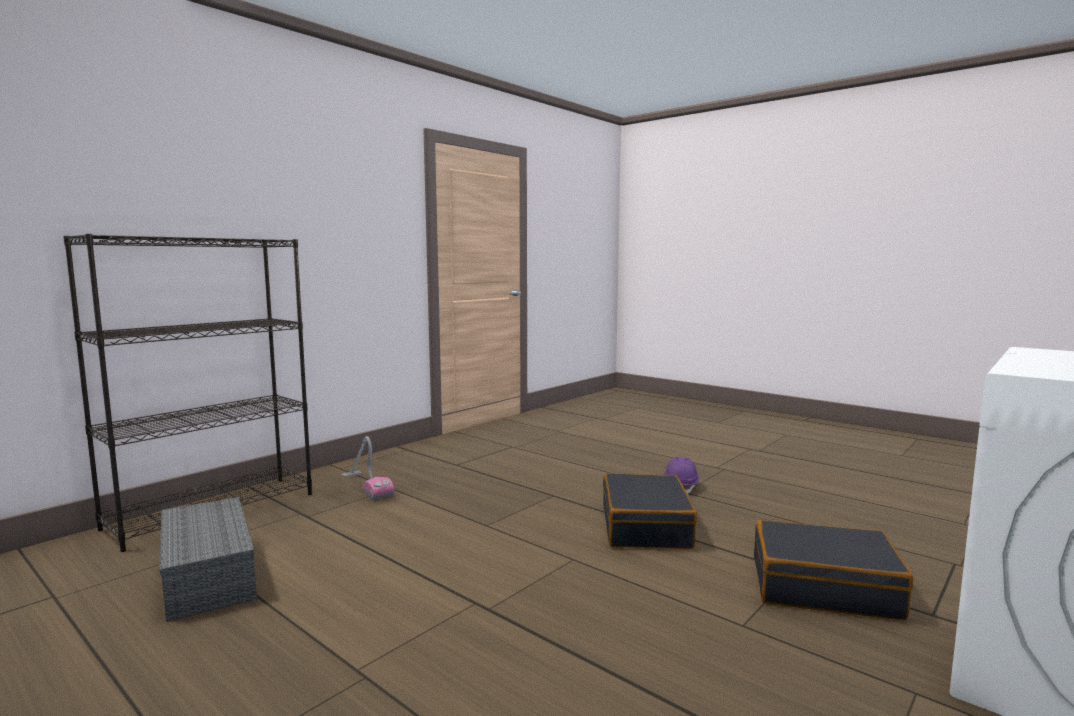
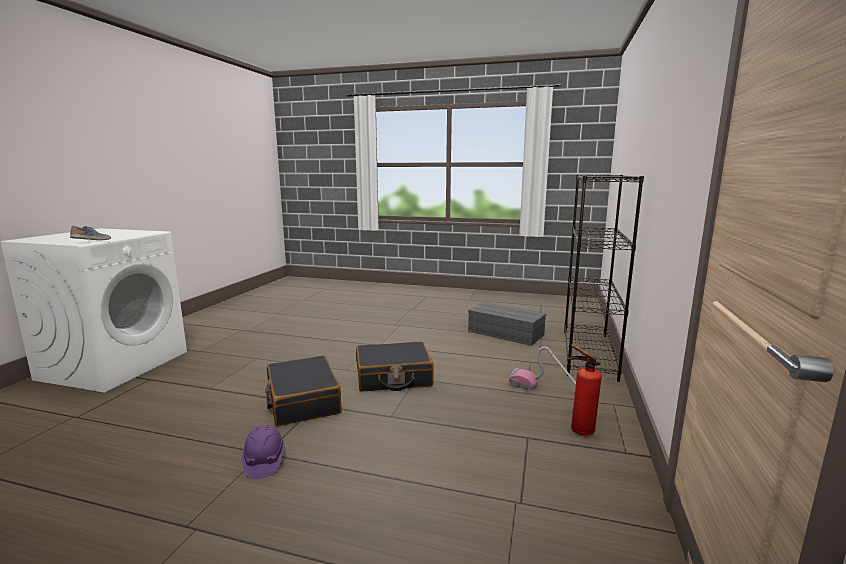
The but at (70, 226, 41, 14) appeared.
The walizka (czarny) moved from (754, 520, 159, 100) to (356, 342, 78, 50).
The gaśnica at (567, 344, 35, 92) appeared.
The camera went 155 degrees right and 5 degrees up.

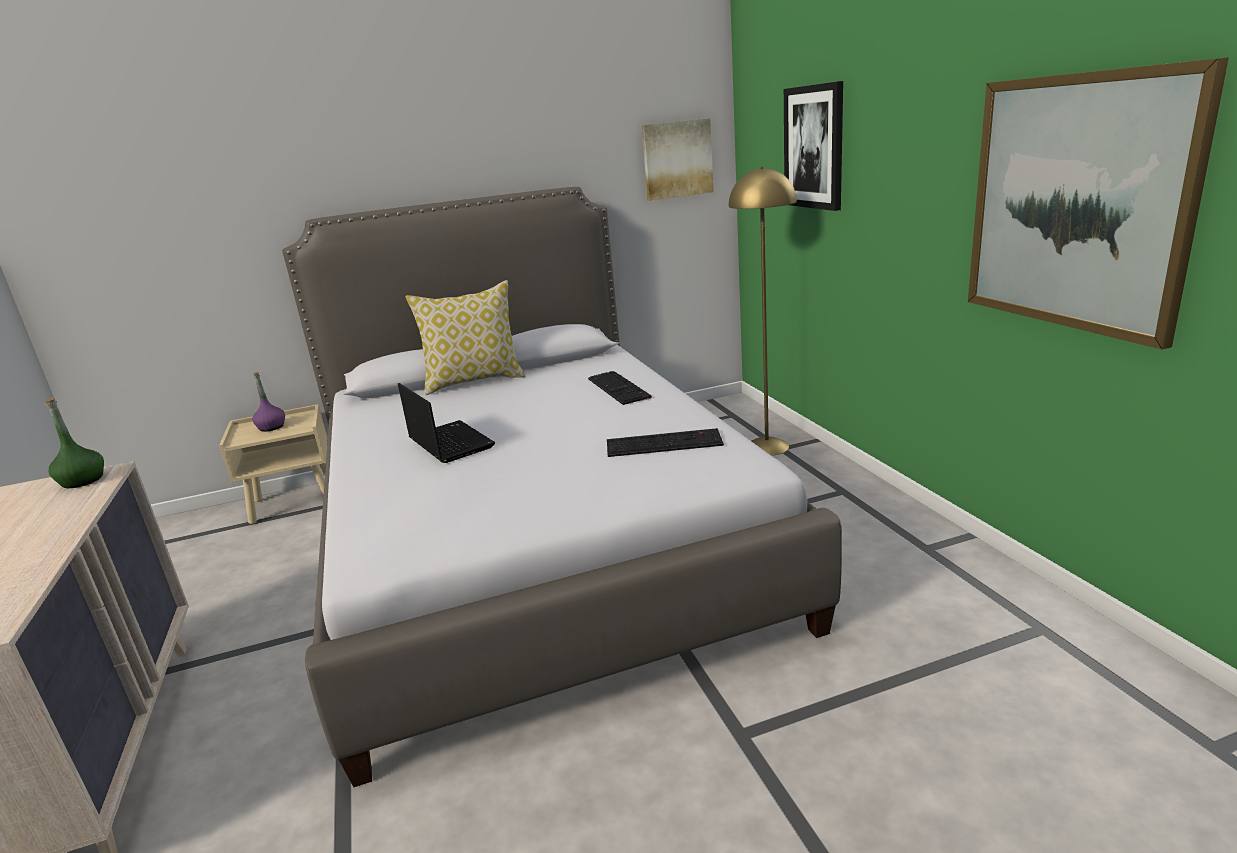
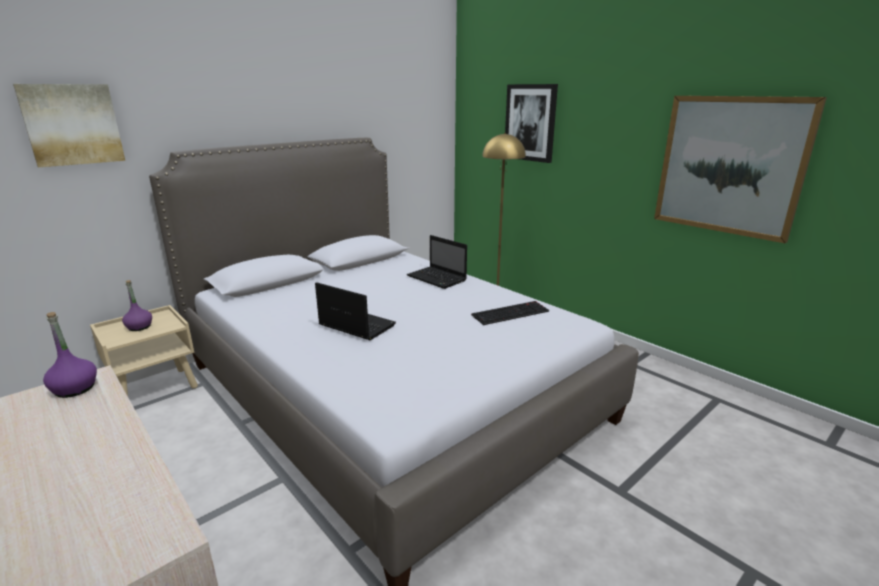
The obraz moved from (642, 118, 71, 83) to (13, 84, 112, 83).
The butelka (zielony) at (45, 398, 59, 90) became the butelka (fioletowy) at (43, 312, 54, 86).
The klawiatura at (588, 371, 64, 34) was replaced by the laptop at (407, 235, 60, 54).
The poduszka at (405, 280, 121, 115) disappeared.
The camera went 25 degrees left and 0 degrees up.

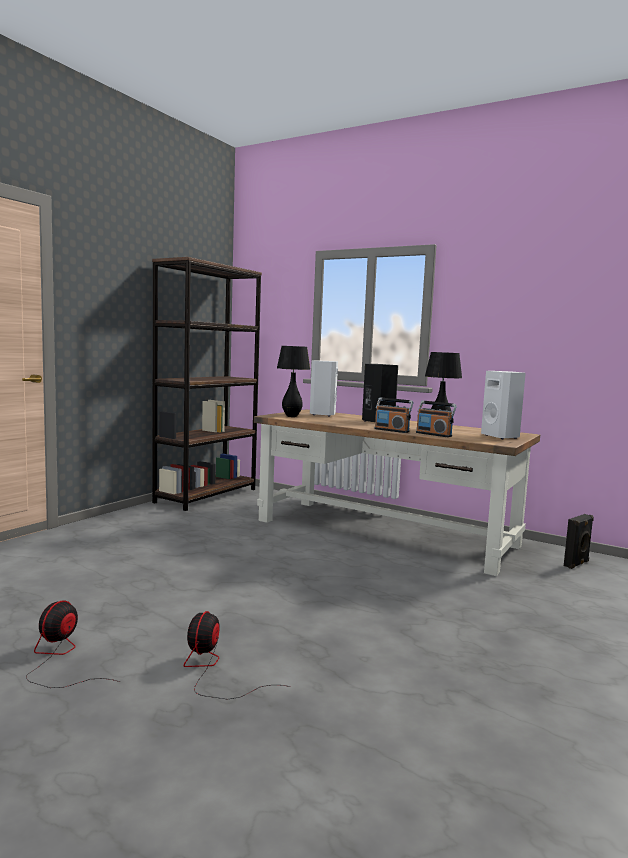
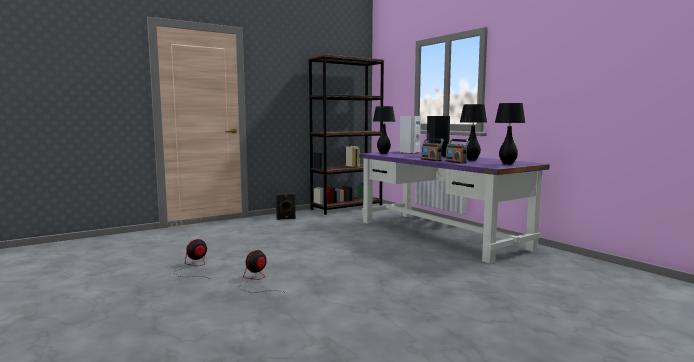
The głośnik (czarny) moved from (564, 514, 30, 55) to (276, 192, 20, 28).
The biurko (brązowy) at (254, 409, 286, 167) became the biurko (fioletowy) at (359, 151, 191, 113).
The głośnik (biały) at (481, 371, 45, 68) was replaced by the lampa stołowa (czarny) at (495, 103, 30, 62).
The camera went 25 degrees right and 0 degrees up.

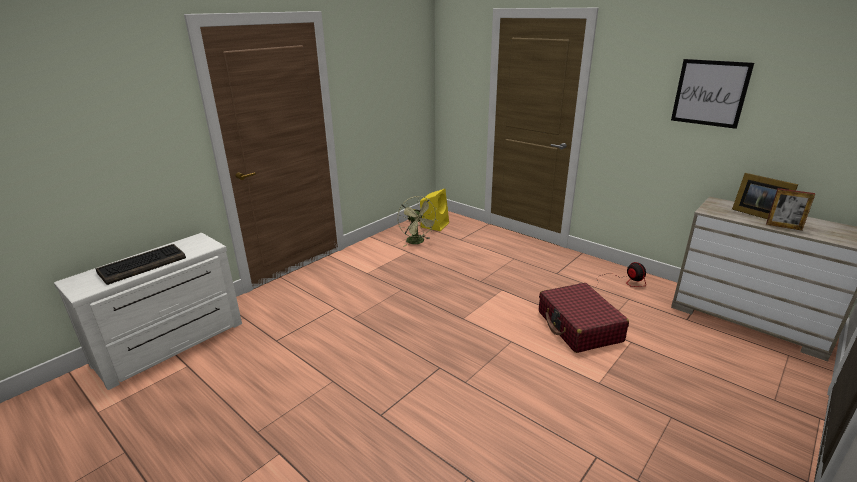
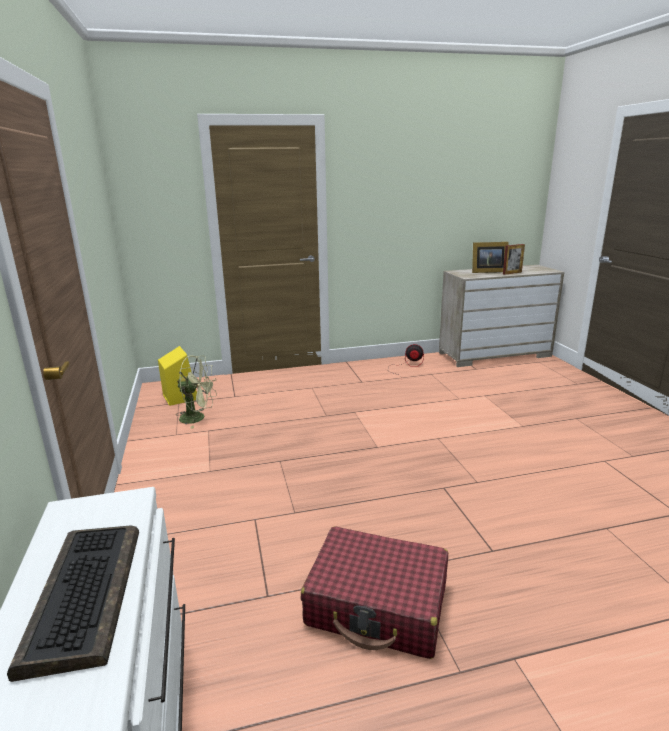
The walizka (czerwony) moved from (539, 283, 90, 70) to (301, 526, 147, 133).
The obraz at (671, 59, 83, 70) disappeared.
The camera went 55 degrees left and 5 degrees down.

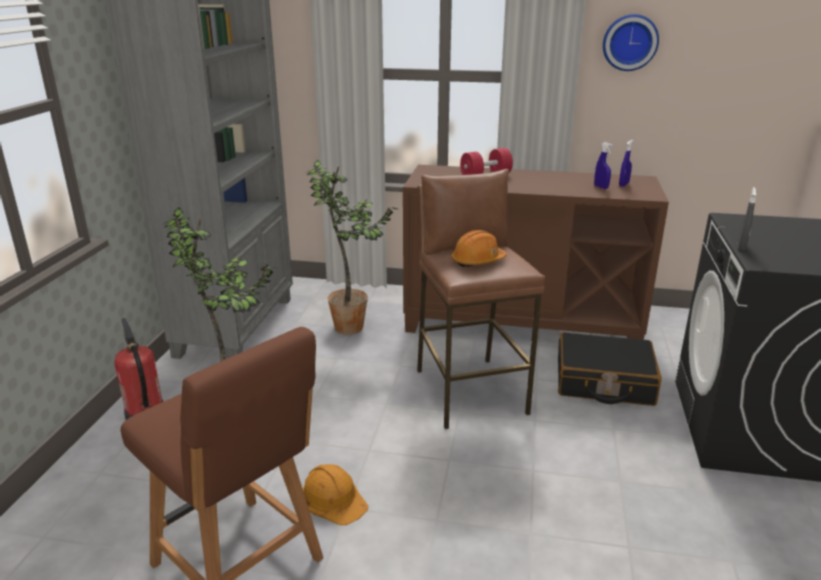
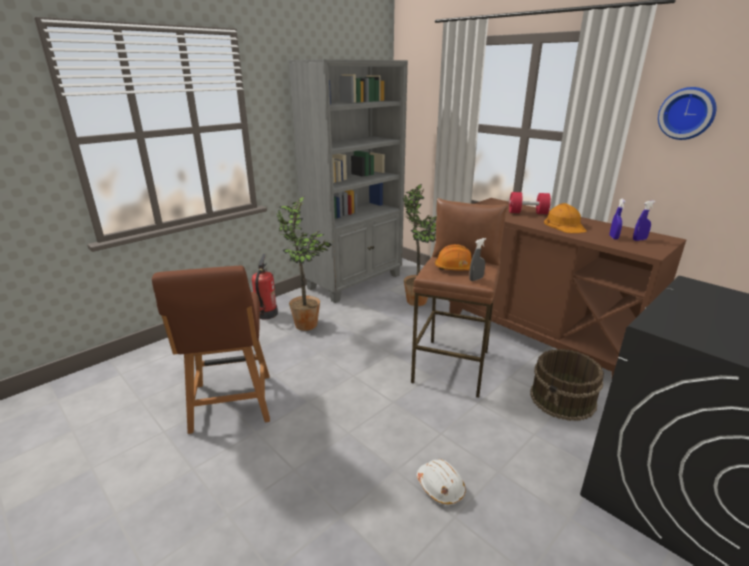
The kask (biały) at (417, 459, 49, 46) appeared.
The spryskiwacz (szary) moved from (738, 187, 18, 63) to (469, 238, 17, 43).
The walizka (czarny) at (558, 332, 104, 74) was replaced by the wiadro (brązowy) at (530, 349, 74, 72).
The kask (pomarańczowy) moved from (303, 464, 65, 61) to (544, 203, 43, 30).
The camera went 35 degrees right and 0 degrees up.

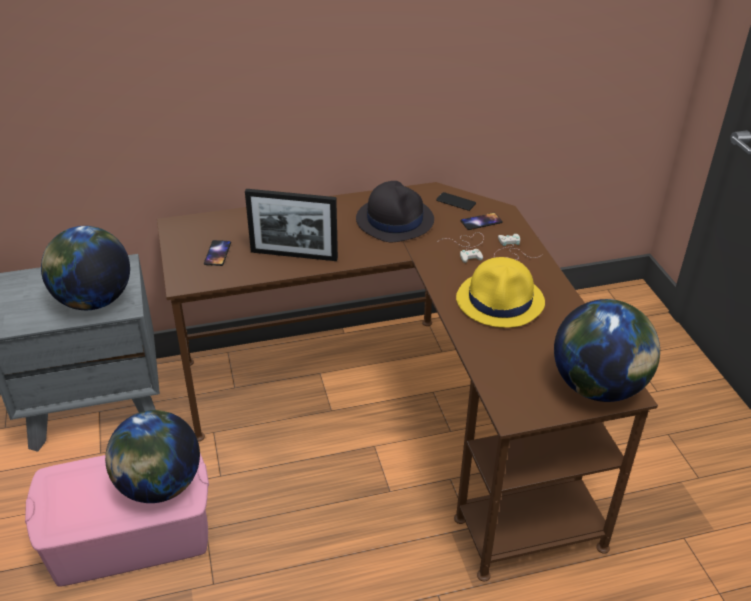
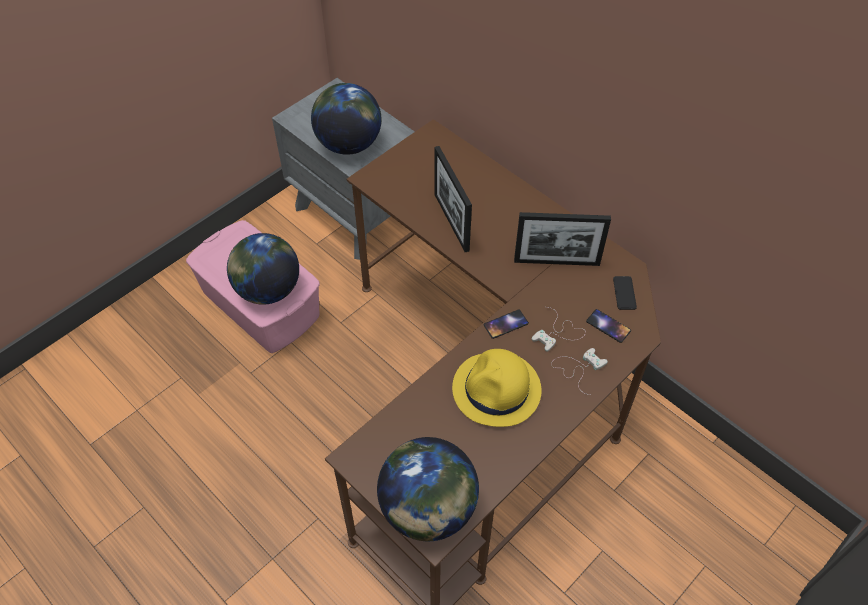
The telefon moved from (204, 240, 27, 26) to (484, 309, 45, 30).
The kapelusz (czarny) at (356, 181, 78, 61) was replaced by the ramka na zdjęcie at (514, 212, 97, 54).
The camera went 60 degrees right and 15 degrees up.

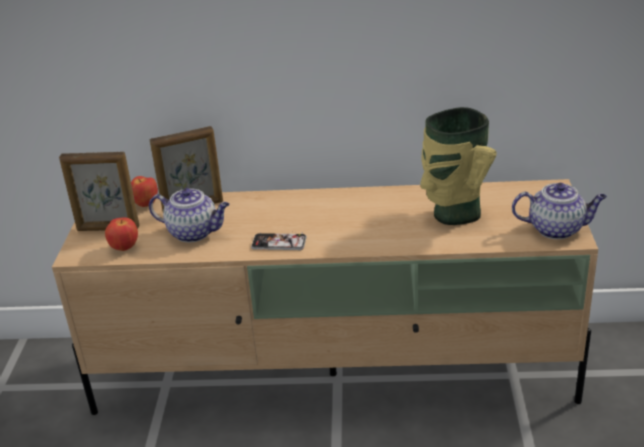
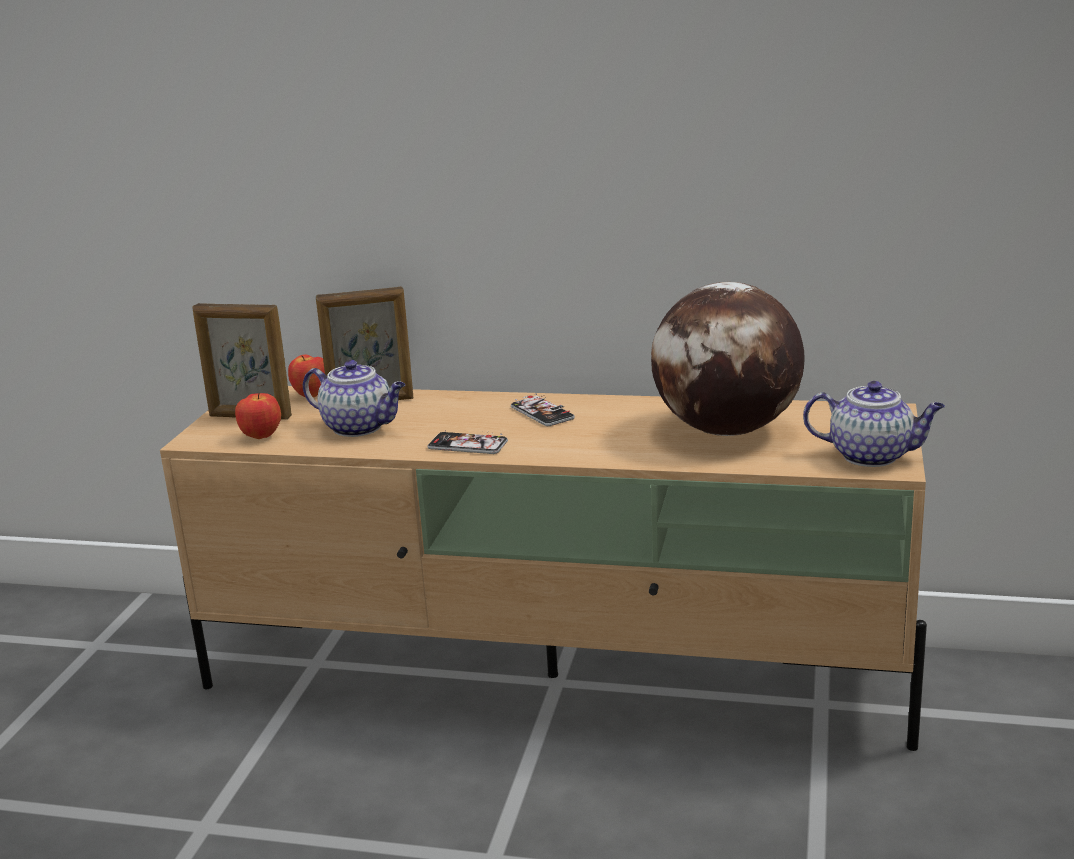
The telefon at (511, 393, 64, 33) appeared.
The wazon at (420, 107, 76, 118) was replaced by the globus at (651, 282, 154, 154).
The camera went 10 degrees right and 10 degrees down.

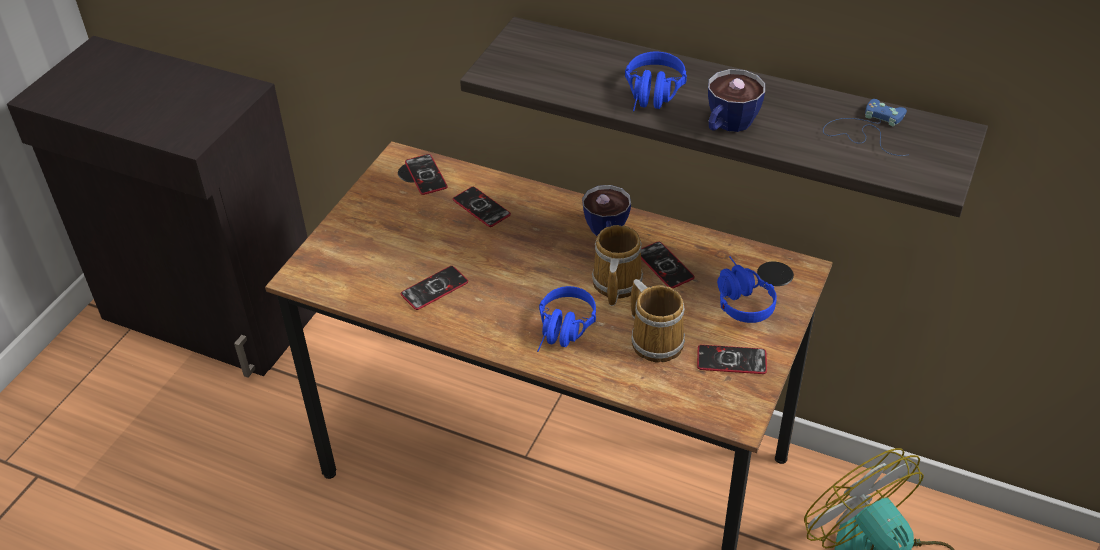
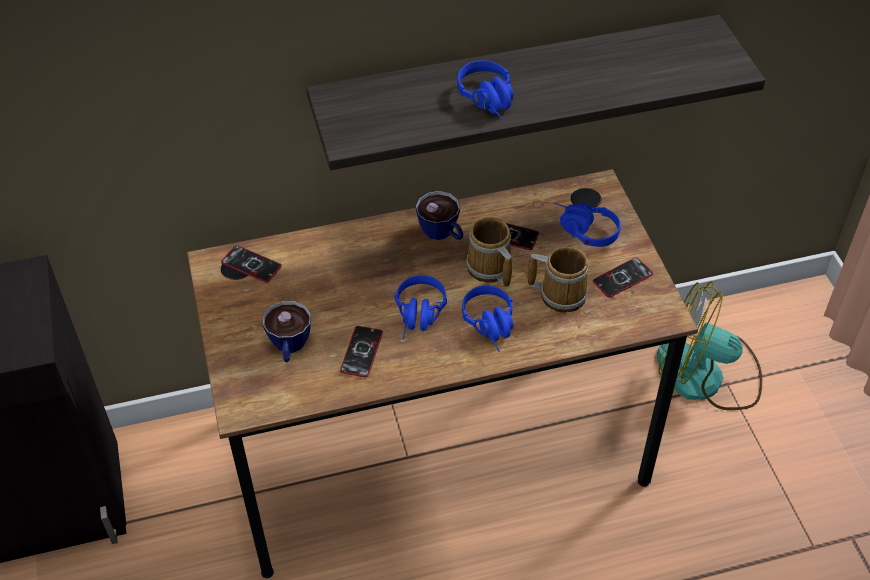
The filiżanka moved from (708, 69, 57, 63) to (263, 301, 48, 61).
The słuchawki (niebieski) at (395, 275, 52, 64) appeared.
The telefon at (453, 187, 58, 40) disappeared.
The pad do gier (niebieski) at (823, 99, 84, 57) disappeared.
The camera went 40 degrees left and 5 degrees up.

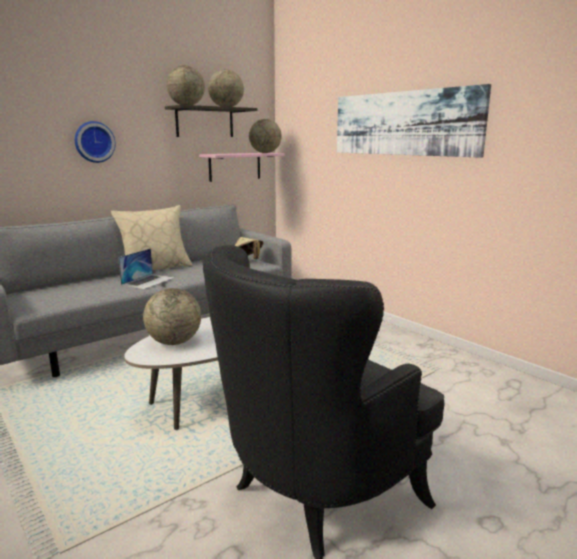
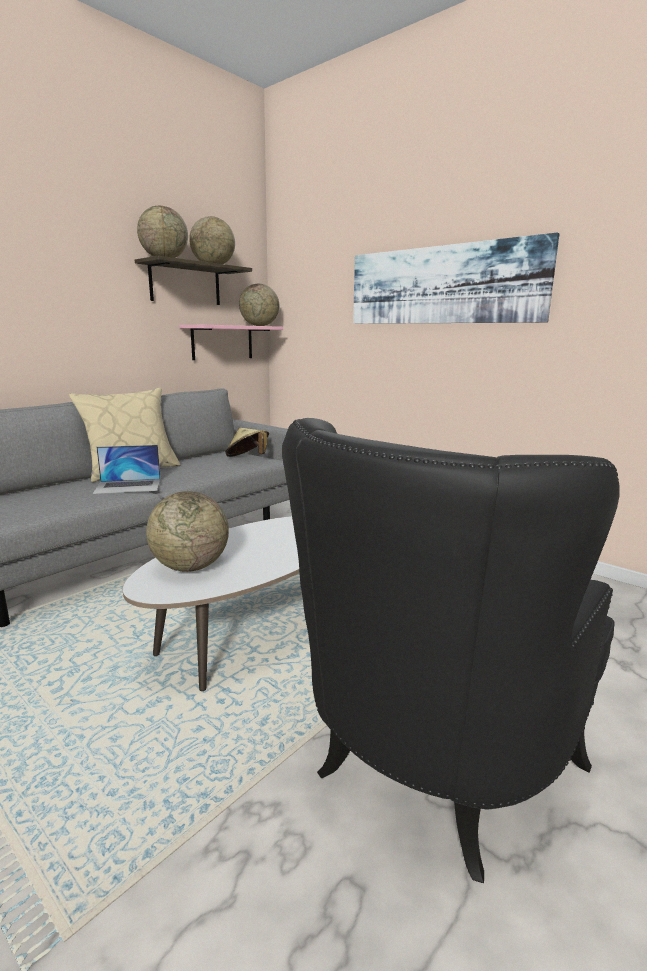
The laptop at (118, 248, 57, 41) turned 60 degrees clockwise.
The zegar ścienny at (75, 121, 41, 42) disappeared.
The camera went 10 degrees left and 0 degrees up.

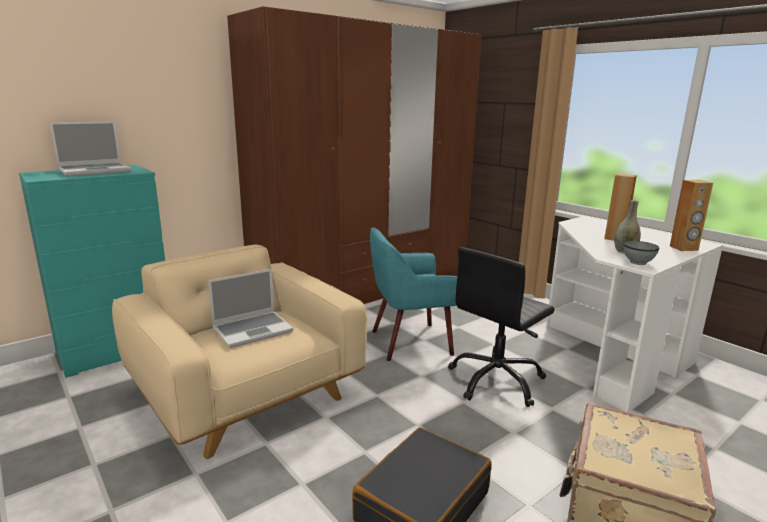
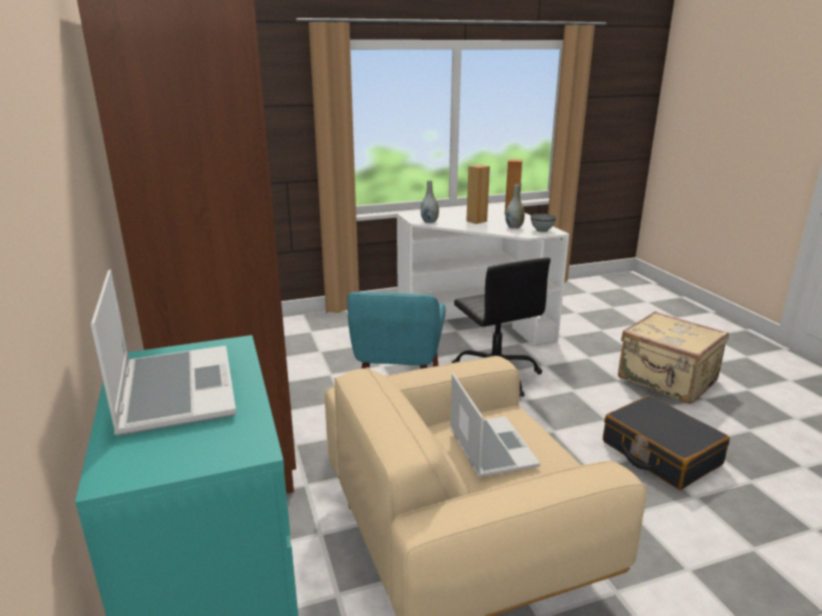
The wazon (szary) at (421, 180, 18, 43) appeared.
The camera went 70 degrees left and 5 degrees up.

